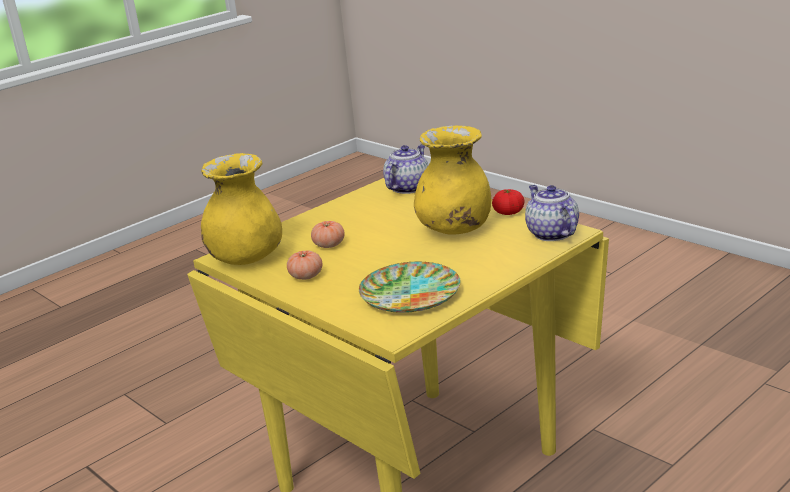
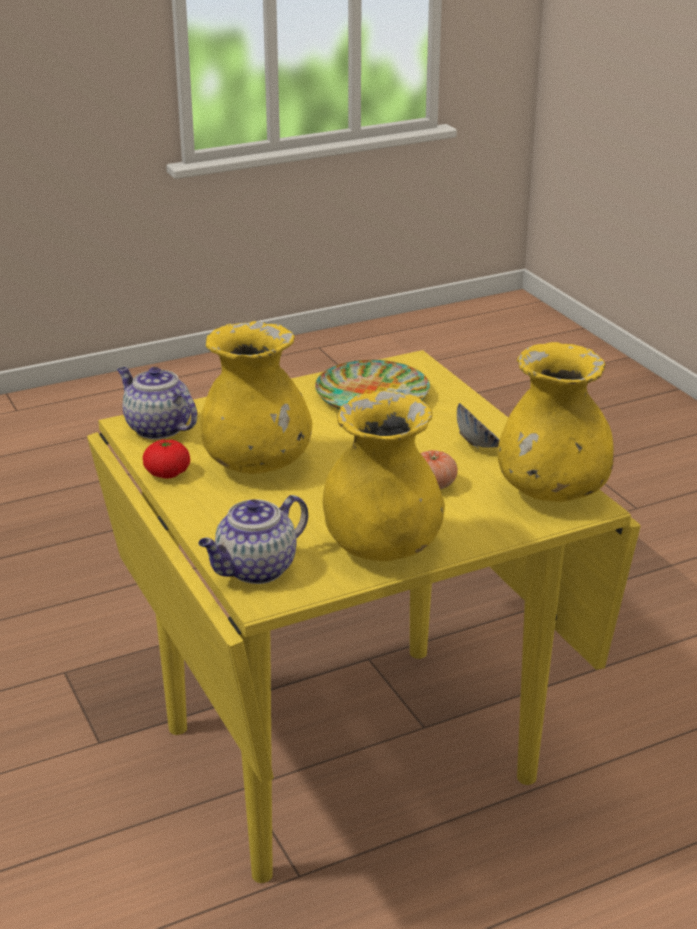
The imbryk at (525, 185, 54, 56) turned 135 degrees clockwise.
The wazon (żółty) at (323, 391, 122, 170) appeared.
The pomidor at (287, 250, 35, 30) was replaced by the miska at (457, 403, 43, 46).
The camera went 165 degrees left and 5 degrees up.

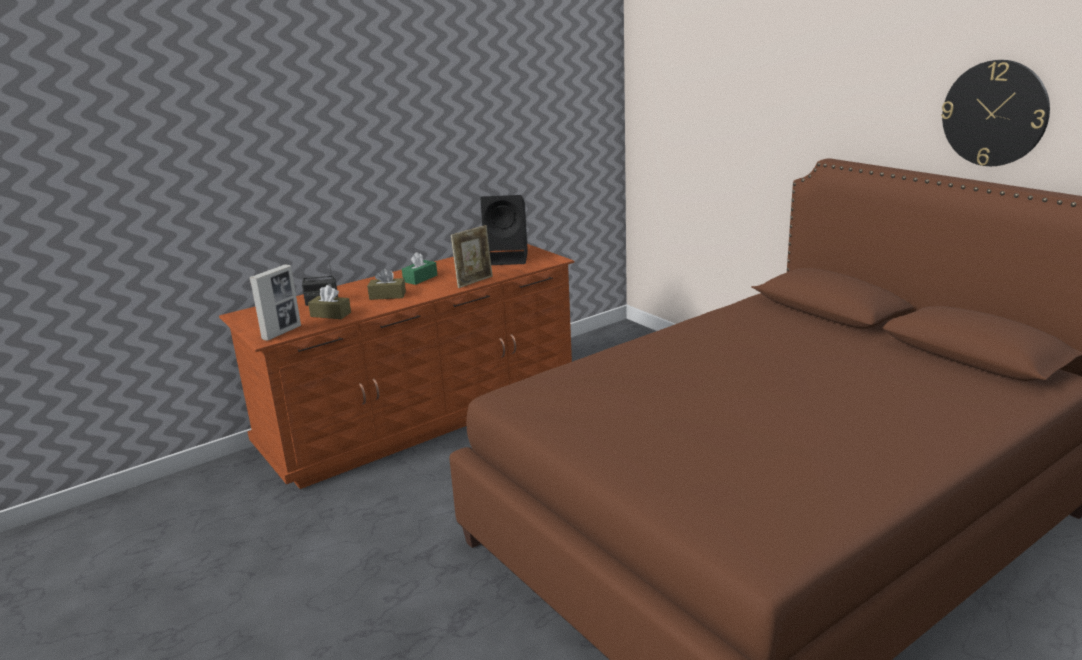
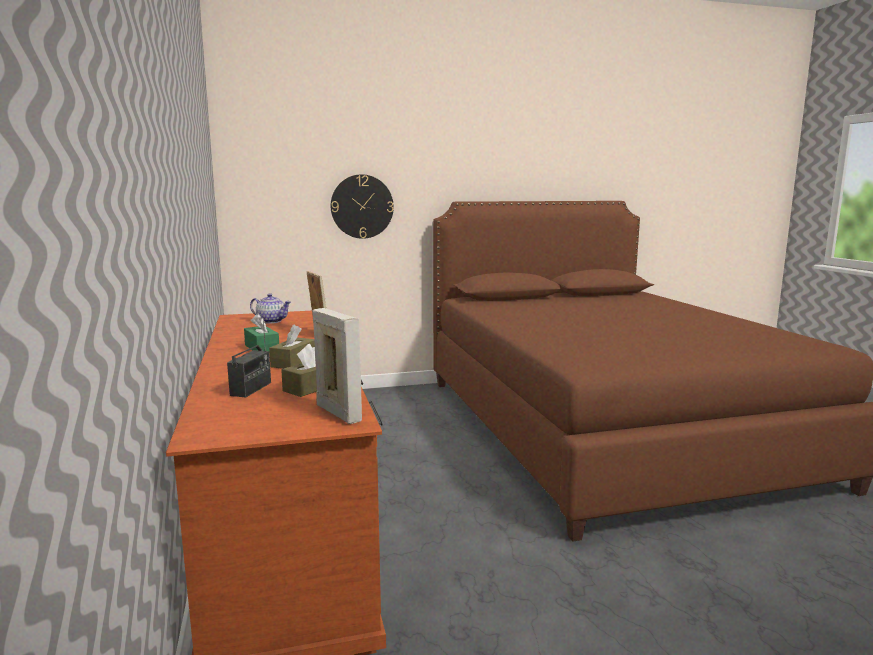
The głośnik (czarny) at (480, 195, 48, 70) was replaced by the imbryk at (250, 293, 41, 31).
The zegar ścienny moved from (941, 60, 109, 106) to (331, 174, 63, 65).
The camera went 70 degrees left and 10 degrees down.

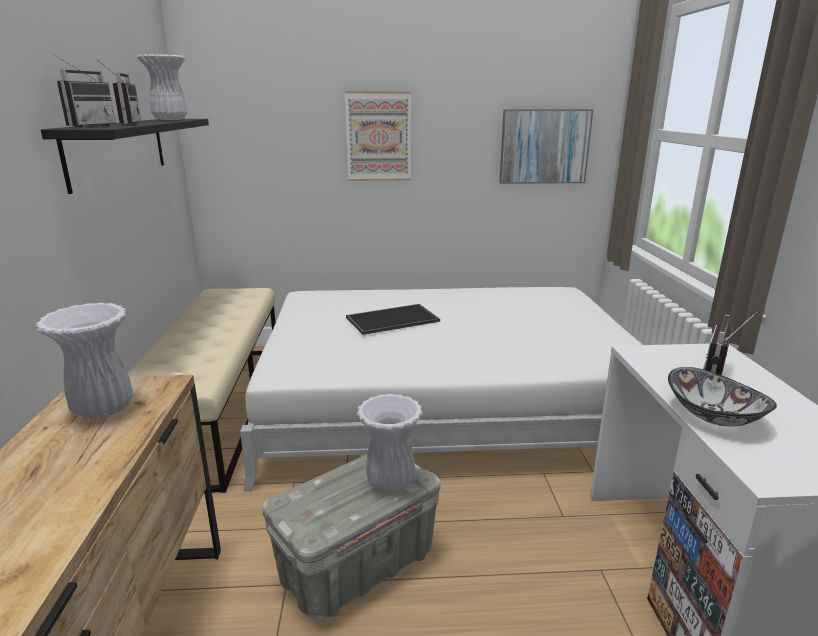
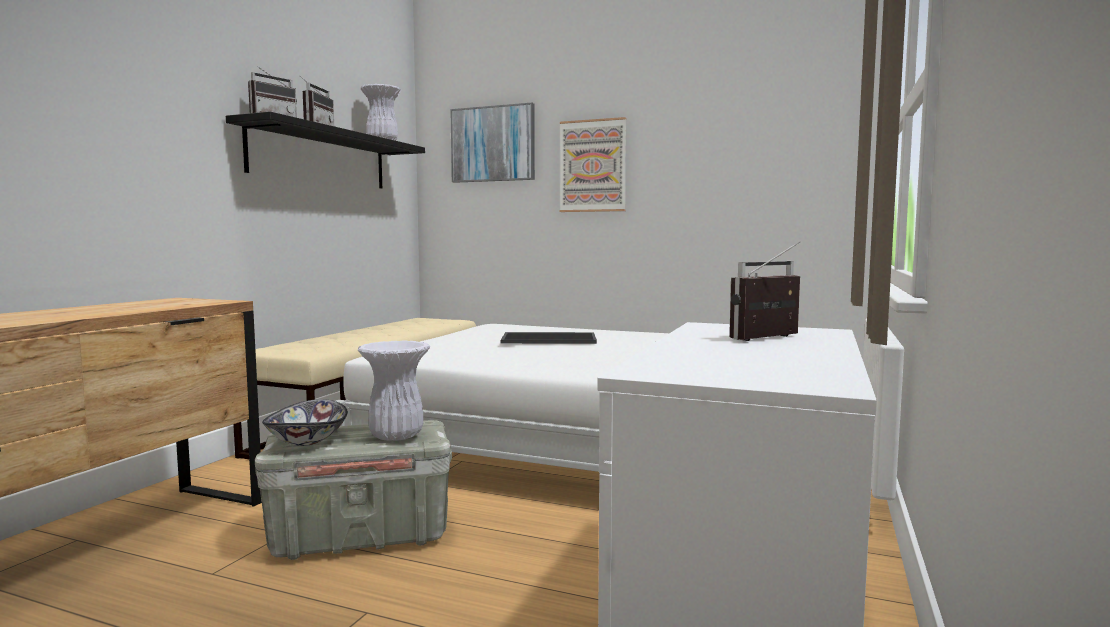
The miska moved from (668, 367, 109, 59) to (262, 399, 86, 47).
The obraz moved from (499, 109, 94, 75) to (450, 103, 85, 80).
The wazon (biały) at (35, 303, 98, 116) disappeared.
The camera went 25 degrees right and 15 degrees down.

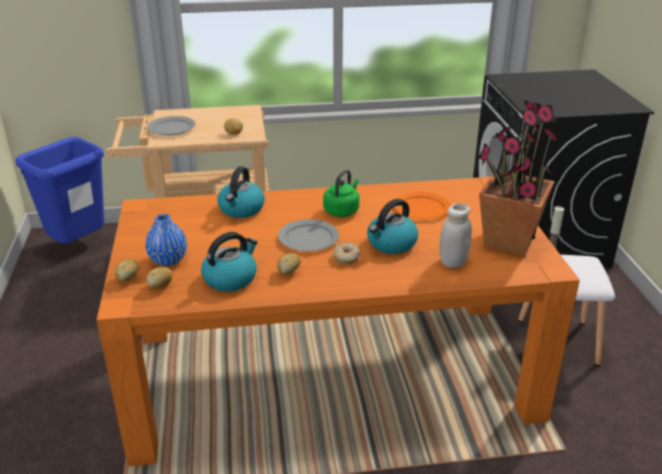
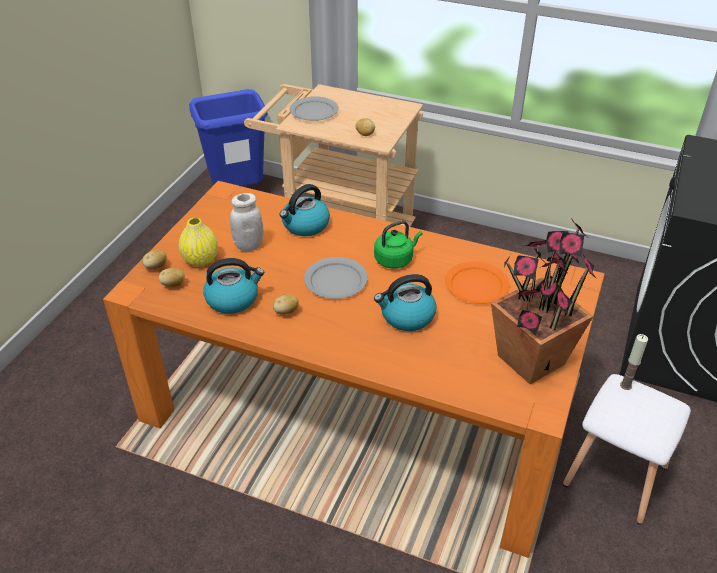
The wazon (niebieski) at (145, 214, 42, 52) became the wazon (żółty) at (179, 217, 39, 49).
The słoik (biały) moved from (439, 203, 33, 65) to (230, 193, 34, 58).
The donut at (333, 242, 27, 22) disappeared.
The camera went 30 degrees right and 10 degrees up.

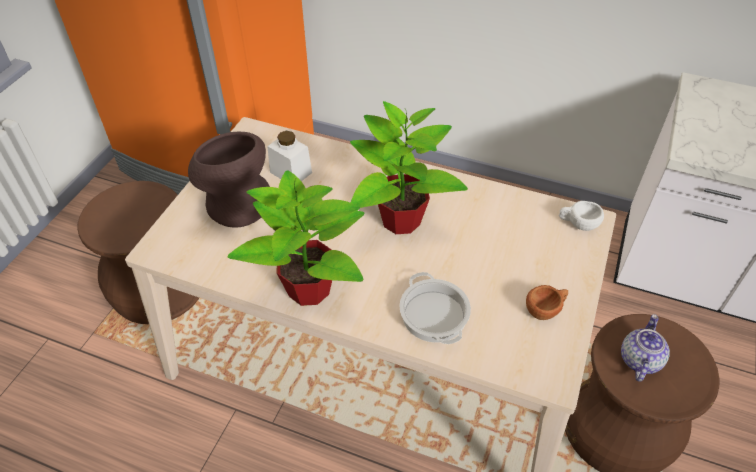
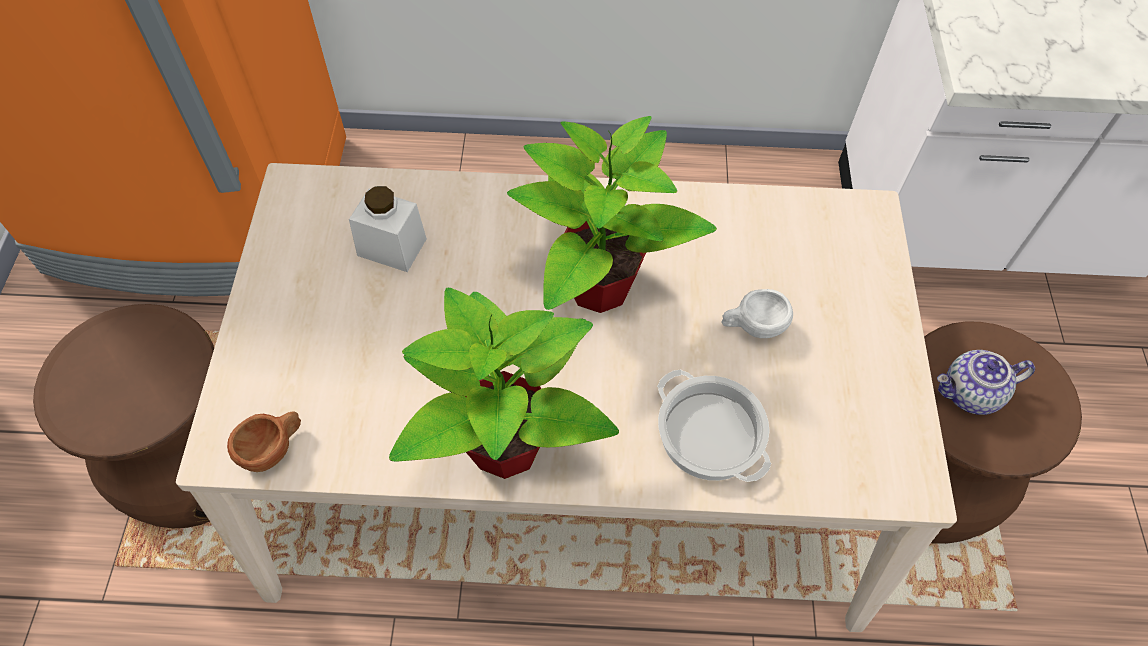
The filiżanka (brązowy) moved from (526, 285, 42, 35) to (227, 411, 74, 61).
The filiżanka (biały) moved from (559, 201, 45, 30) to (721, 289, 72, 49).
The imbryk at (621, 314, 49, 68) turned 105 degrees counterclockwise.
The wazon (brązowy) at (188, 132, 82, 96) disappeared.
The camera went 20 degrees left and 10 degrees up.

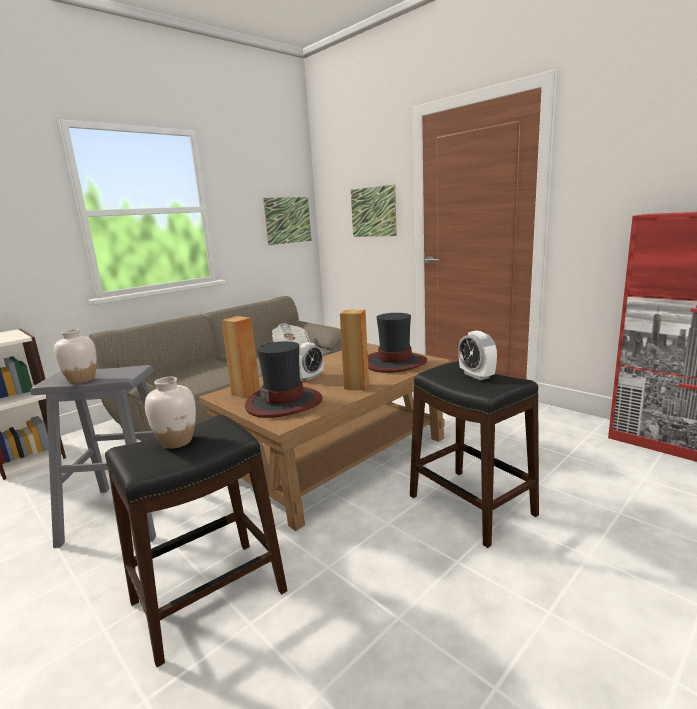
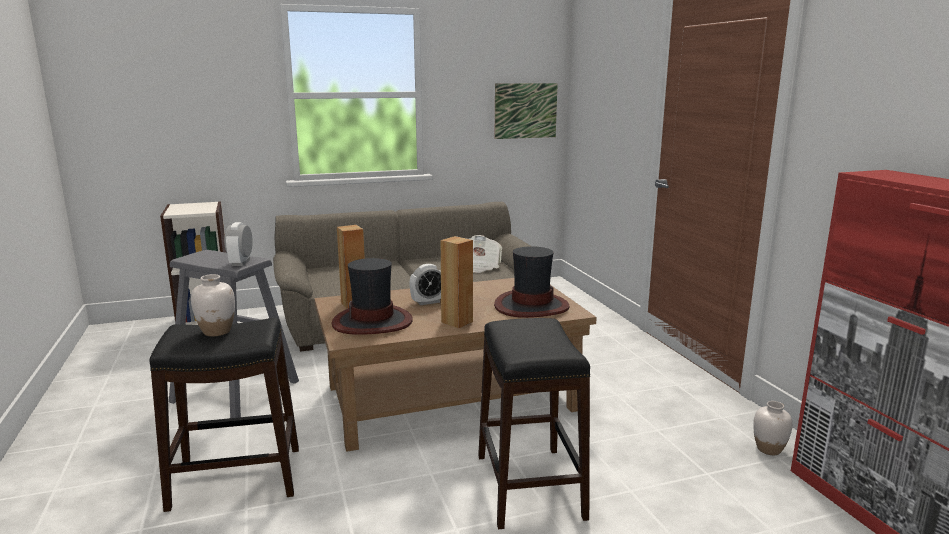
The budzik moved from (458, 330, 39, 50) to (224, 222, 29, 44).
The wazon (biały) moved from (54, 329, 43, 55) to (753, 401, 40, 54).
The obraz at (351, 185, 46, 52) disappeared.
The camera went 25 degrees right and 0 degrees up.

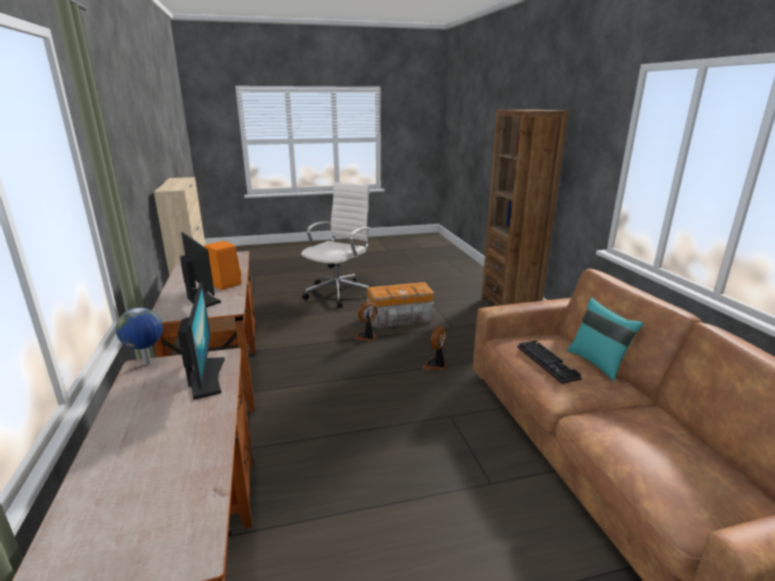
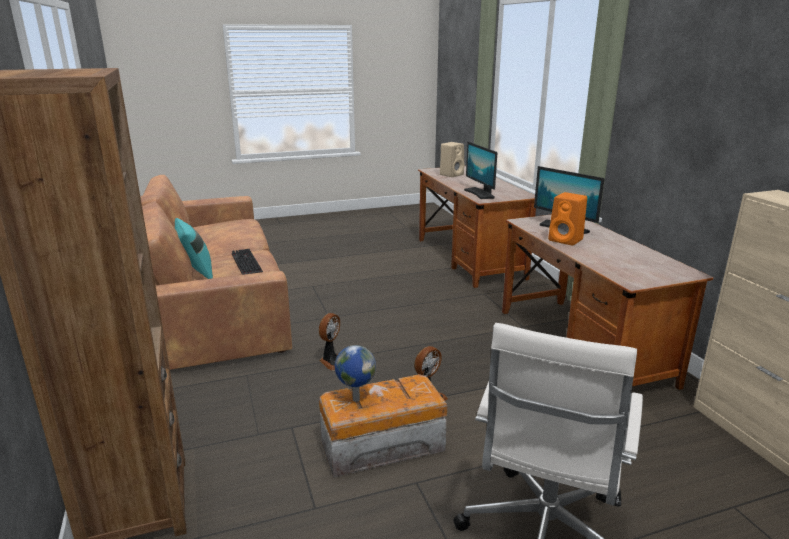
The globus moved from (116, 307, 47, 58) to (335, 345, 41, 57).
The głośnik (beżowy) at (440, 142, 25, 35) appeared.
The camera went 175 degrees right and 0 degrees up.

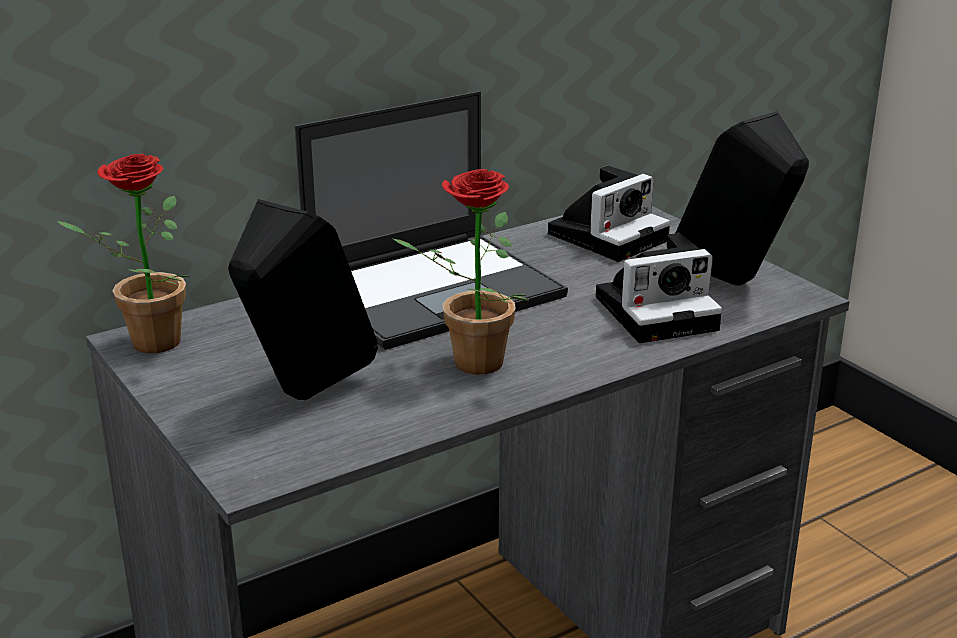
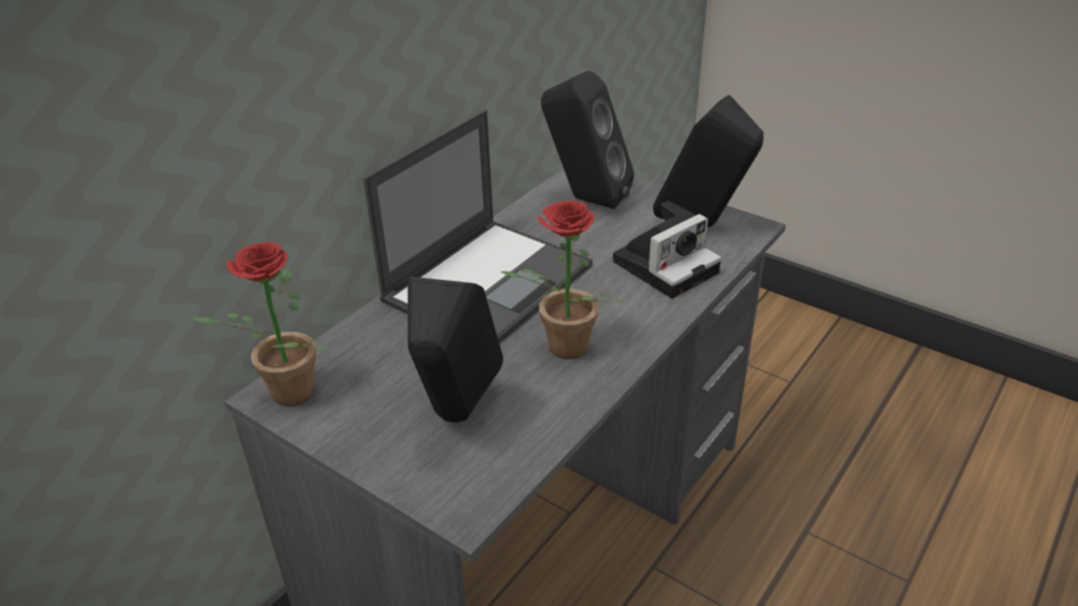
The aparat fotograficzny at (548, 166, 122, 96) was replaced by the głośnik (czarny) at (541, 70, 93, 139).
The camera went 20 degrees left and 10 degrees up.

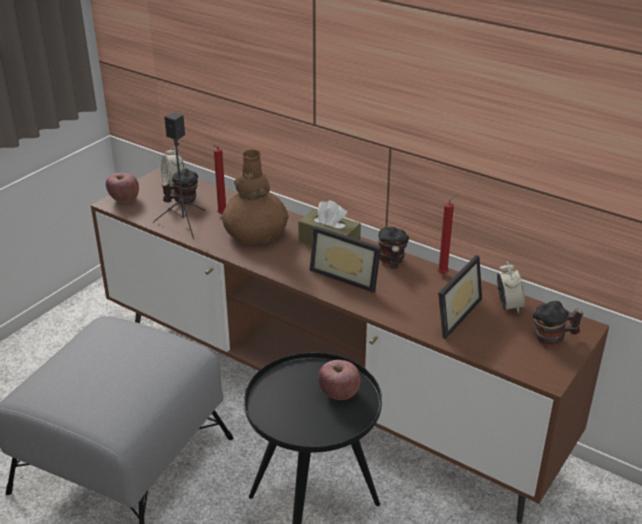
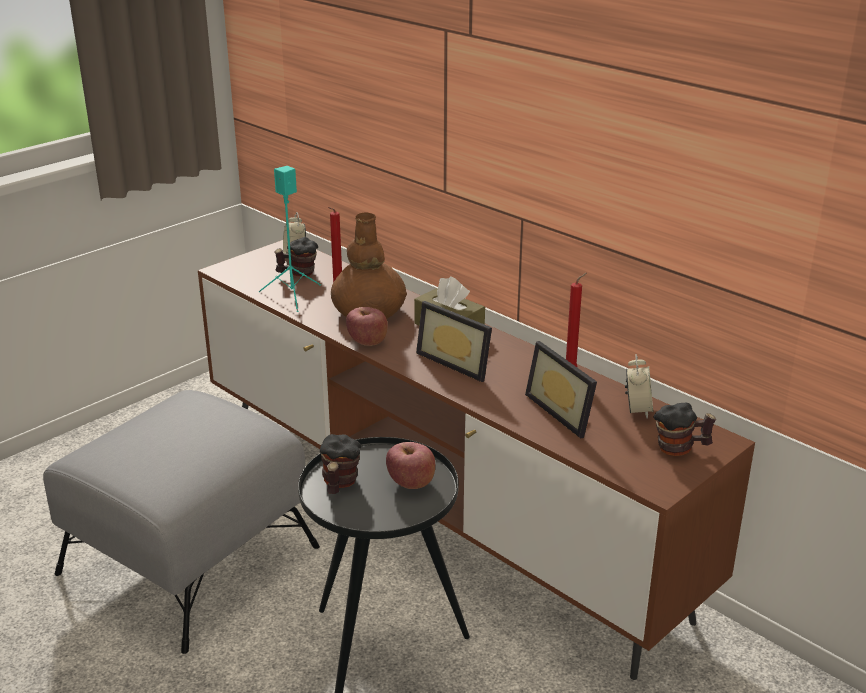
The głośnik (czarny) at (153, 112, 53, 127) became the głośnik (turkusowy) at (259, 166, 62, 146).
The kubek moved from (378, 227, 31, 42) to (320, 434, 41, 60).
The jabłko moved from (106, 173, 33, 30) to (346, 307, 42, 39).
The ramka na zdjęcie at (438, 255, 44, 84) turned 105 degrees clockwise.
The camera went 10 degrees right and 5 degrees down.

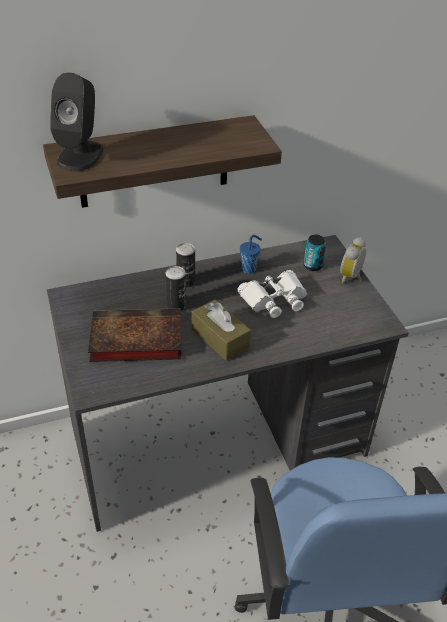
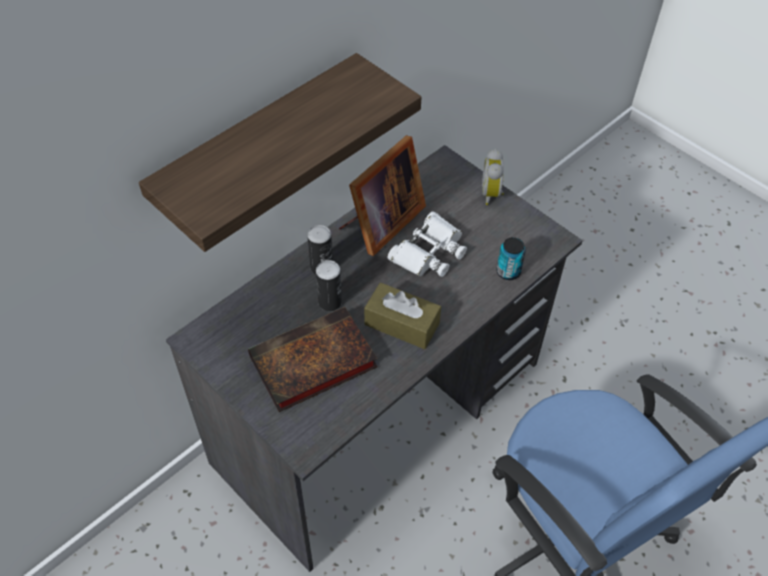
The filiżanka (niebieski) at (240, 235, 22, 39) was replaced by the ramka na zdjęcie at (339, 135, 87, 121).
The puszka moved from (304, 235, 22, 36) to (496, 237, 30, 43).
The głośnik (czarny) at (50, 73, 53, 98) disappeared.
The camera went 25 degrees left and 10 degrees up.

